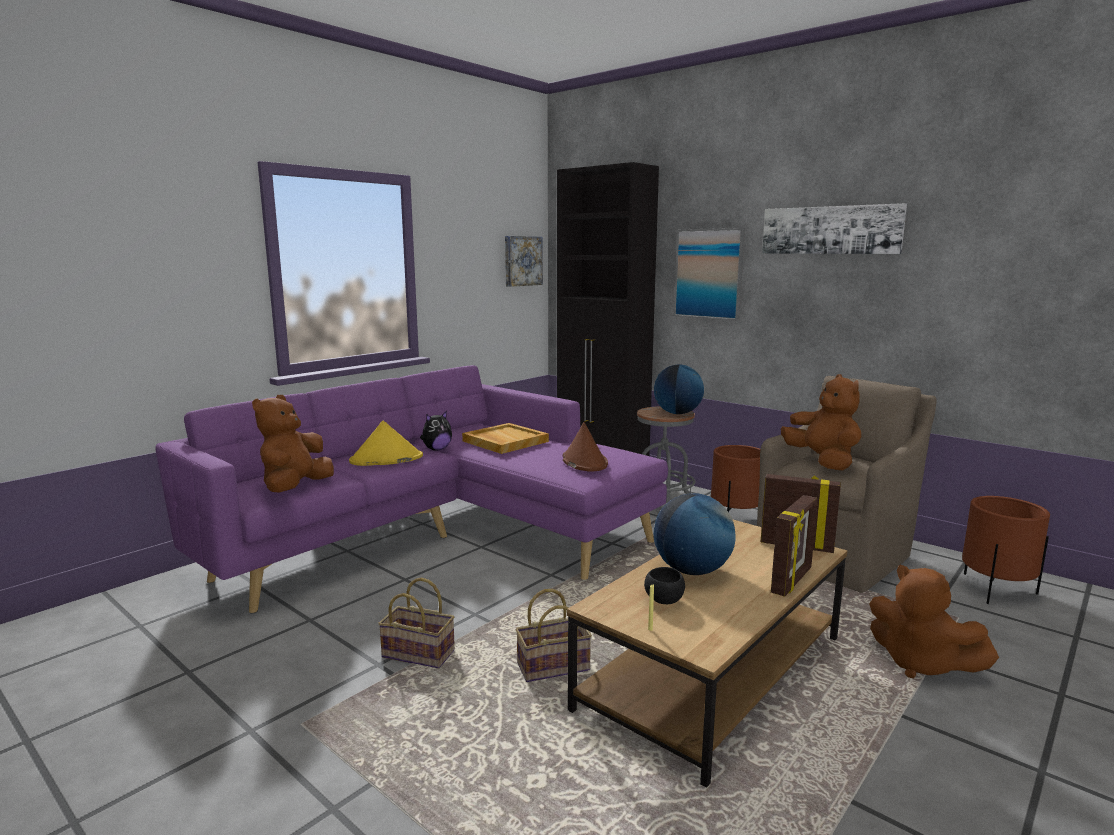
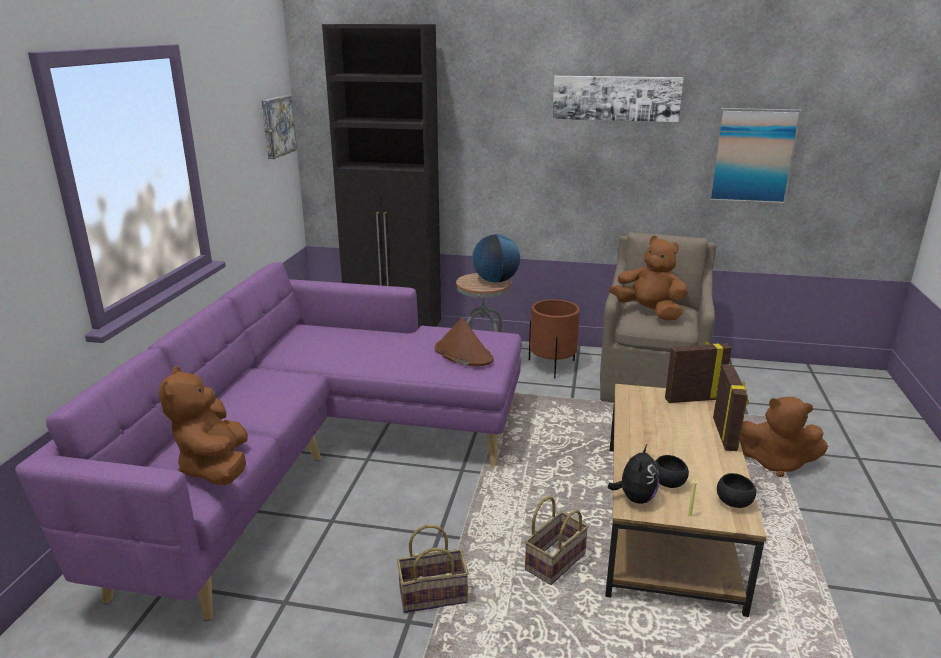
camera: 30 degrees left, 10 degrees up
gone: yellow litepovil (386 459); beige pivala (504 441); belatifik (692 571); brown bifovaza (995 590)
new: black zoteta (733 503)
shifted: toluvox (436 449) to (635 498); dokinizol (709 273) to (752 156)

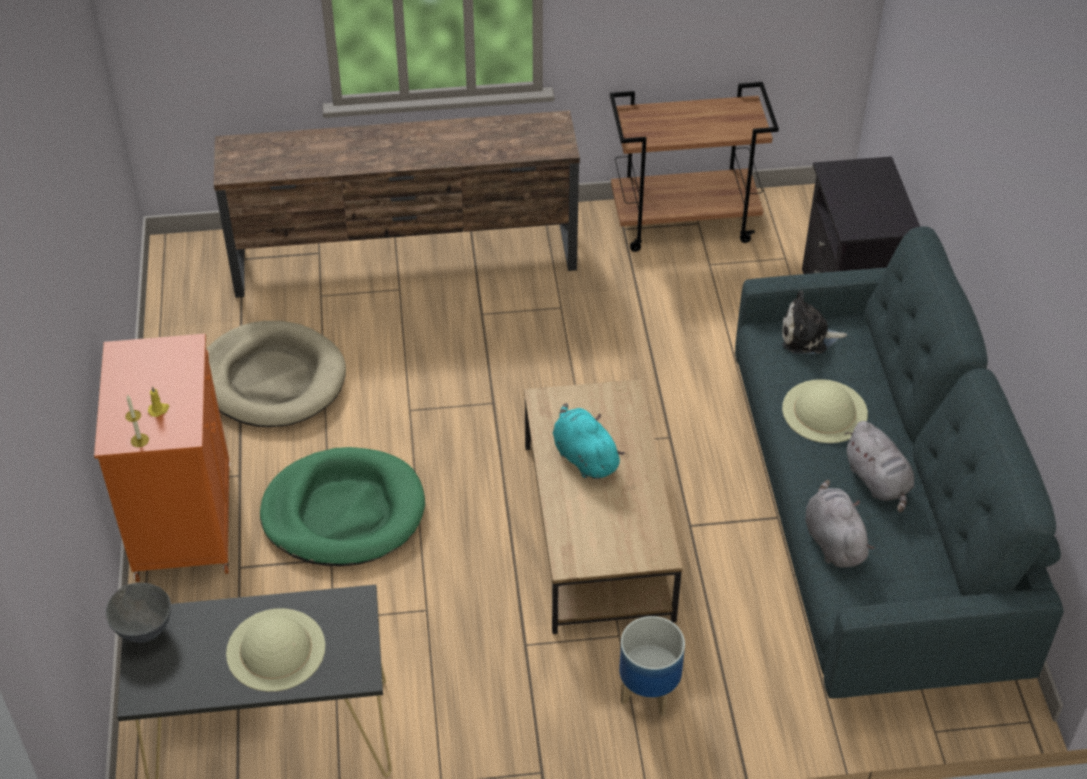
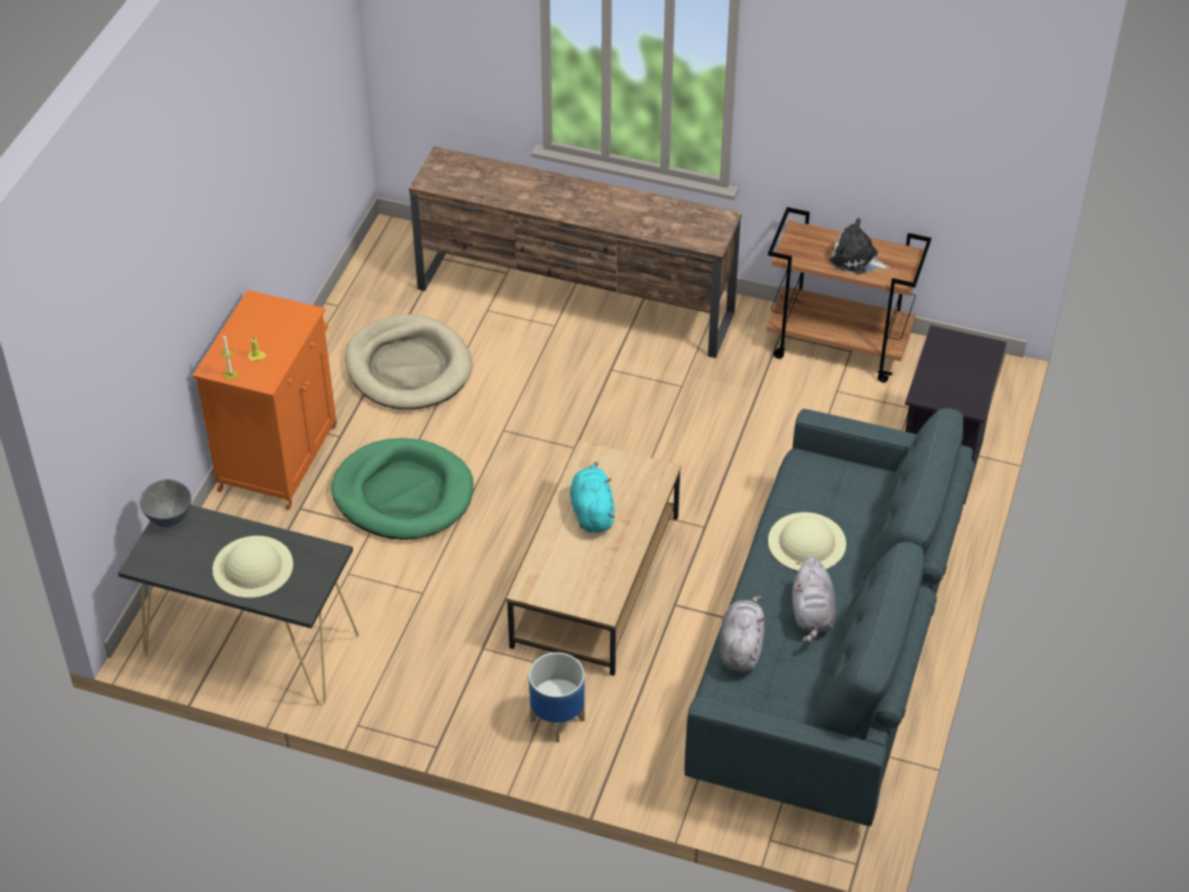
camera: 25 degrees right, 0 degrees up
shifted: toluvox (808 336) to (856 259)

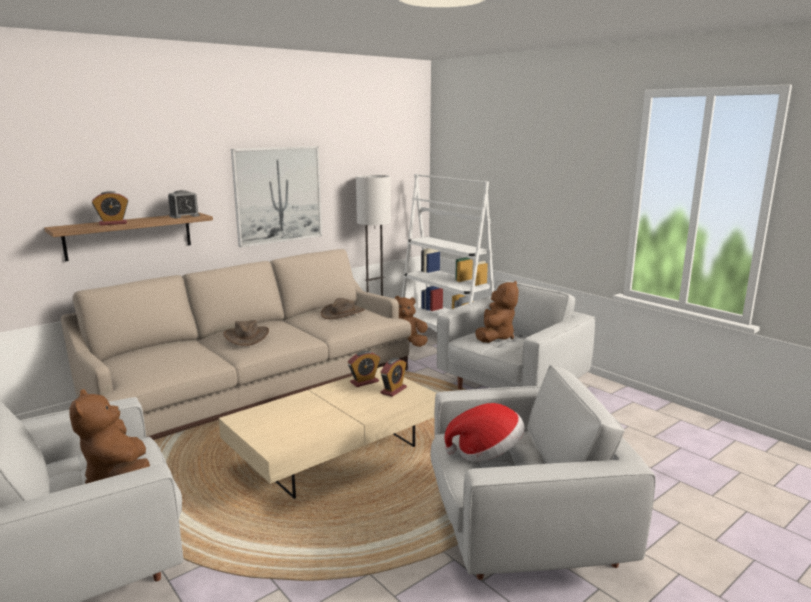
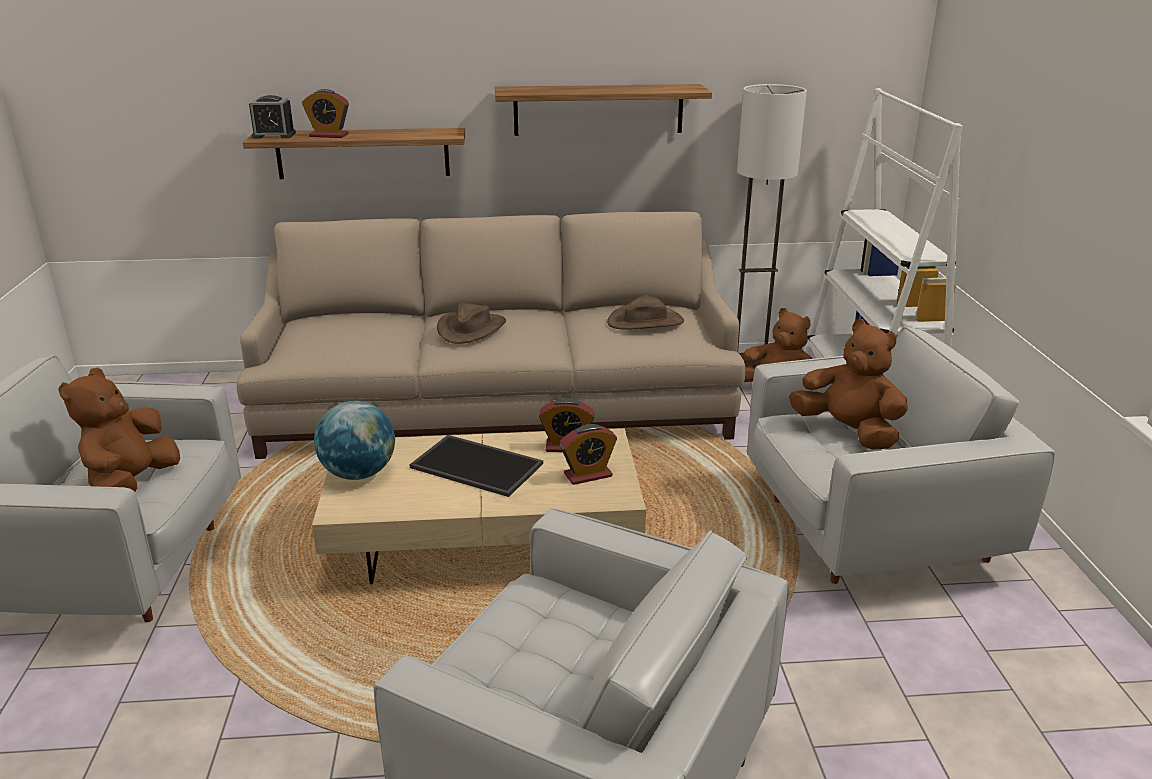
camera: 35 degrees right, 10 degrees up
gone: litepovil (486 453)
new: belatifik (359 473); pivala (478 465)
shifted: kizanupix (184 216) to (274 135)
swapped: dokinizol (278 195) to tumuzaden (598 109)
rotated: brown toluvox (495 337) = (848 432) 105 degrees counterclockwise

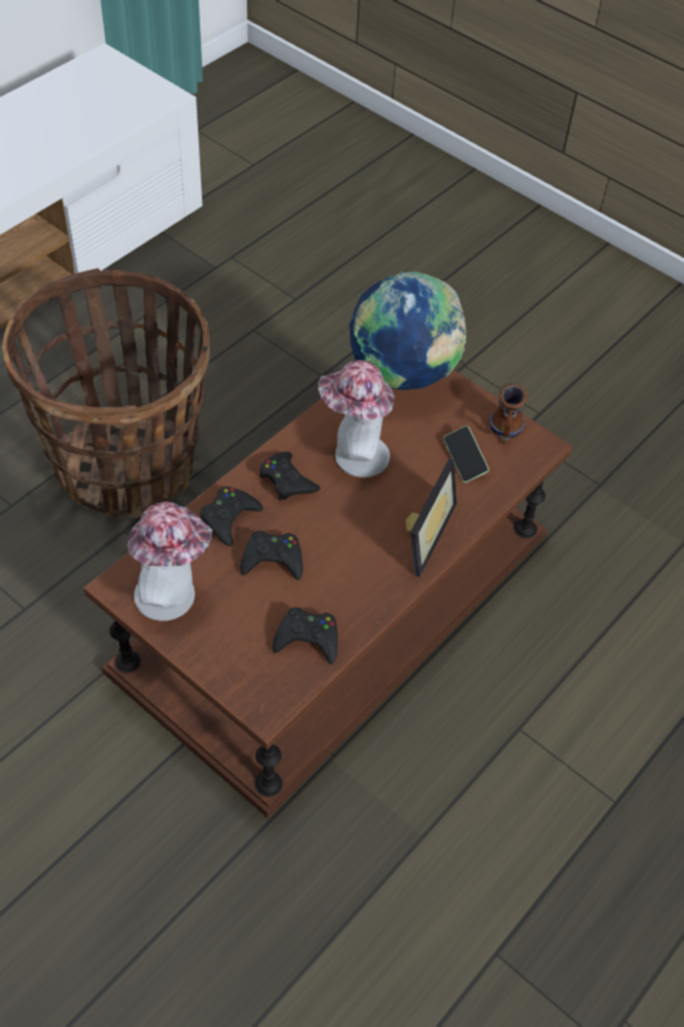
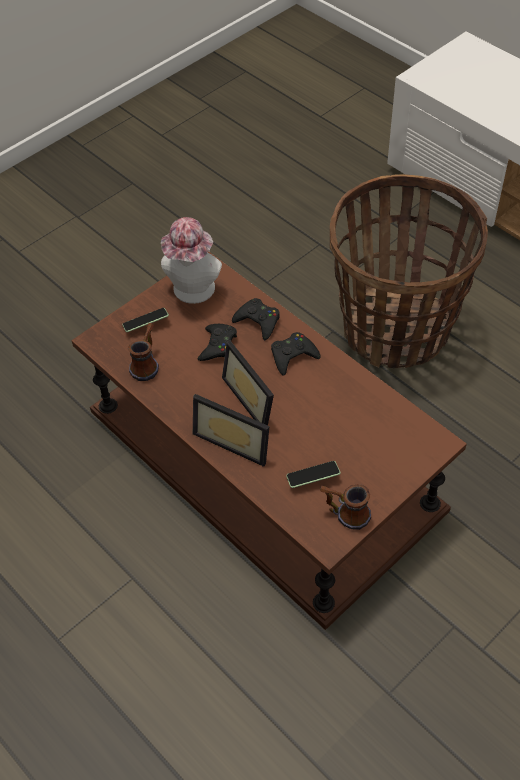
camera: 100 degrees right, 0 degrees up
gone: litepovil (354 455); belatifik (402 376)
new: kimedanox (146 324); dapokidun (255 398)
swapped: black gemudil (308 639) to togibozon (147 363)

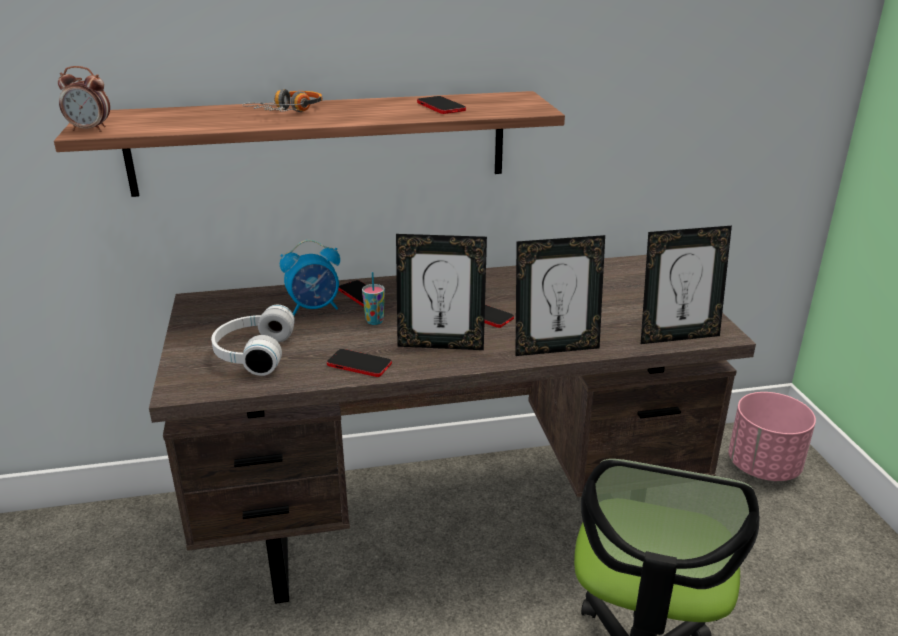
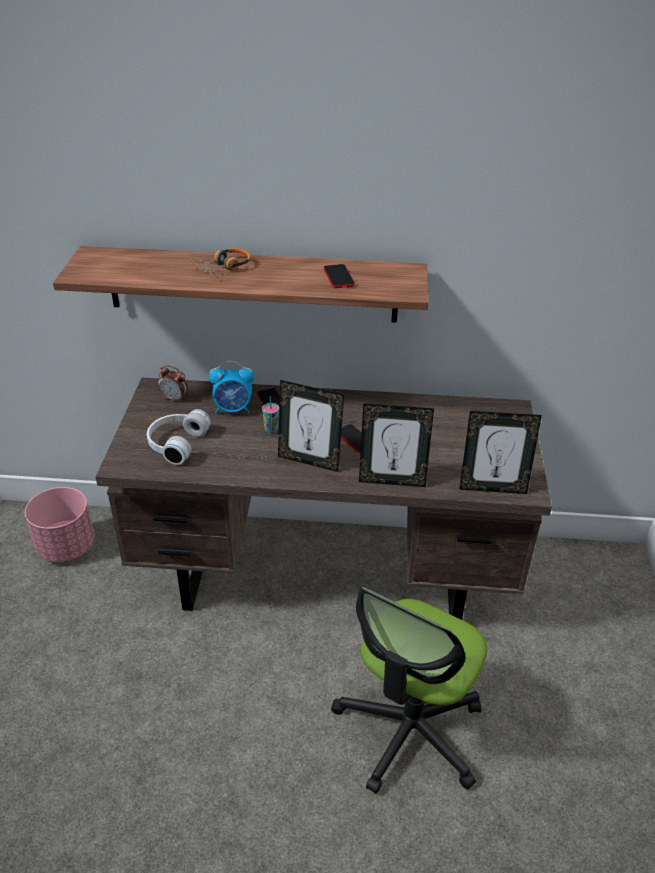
camera: 15 degrees right, 10 degrees up
gone: kimedanox (359 364)
shifted: kizanupix (90 130) to (174 398); pink bifovaza (762 466) to (66 546)

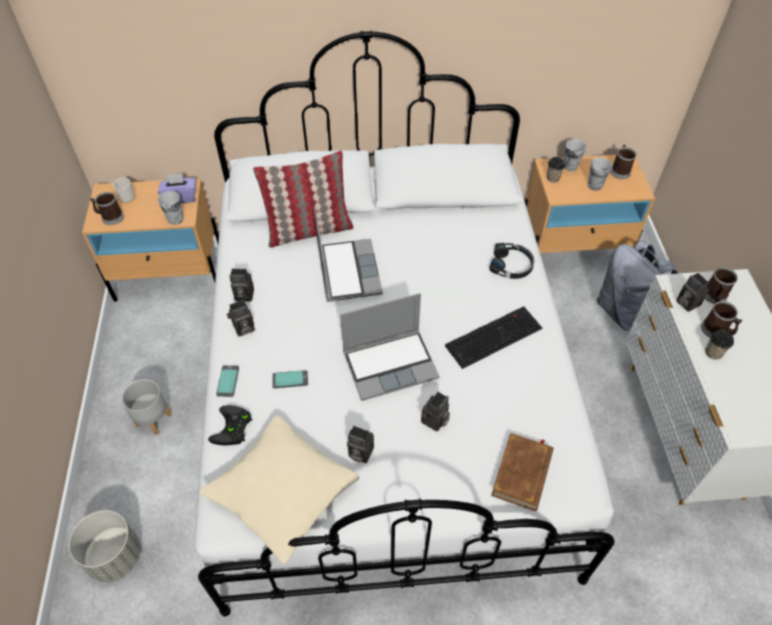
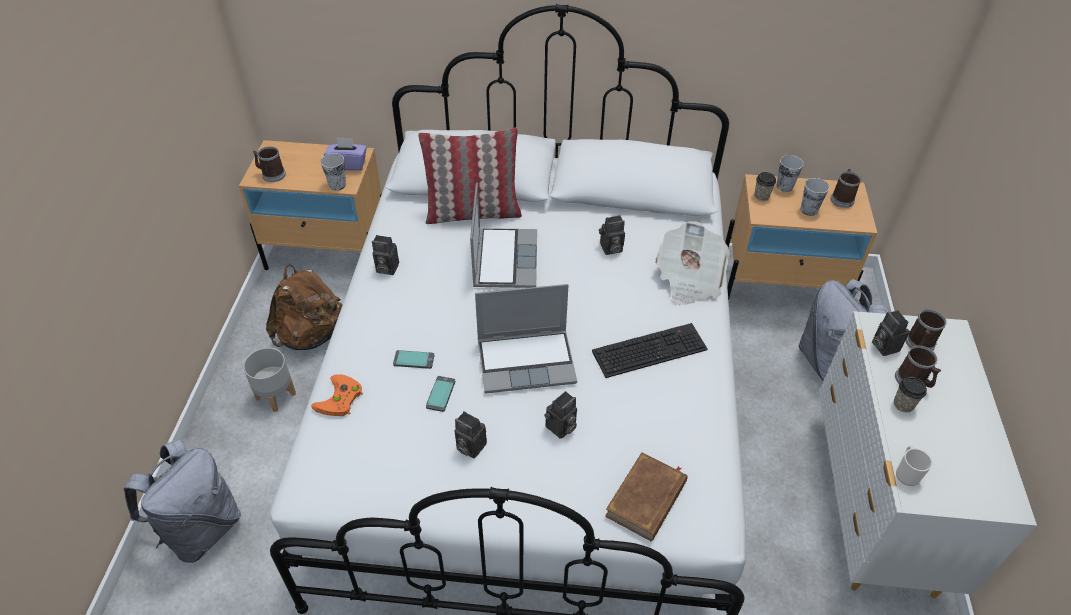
camera: 10 degrees right, 5 degrees down
gone: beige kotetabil (282 493)
new: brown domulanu (312 335)
shifted: togibozon (127 196) to (906 473); kimedanox (227 381) to (440 394); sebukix (243 329) to (610 249)
swapped: grey bifovaza (115 556) to grey domulanu (201 529); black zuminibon (511 265) to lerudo (688 279)
repainted: black gemudil (232 429) to orange gemudil (340 400)

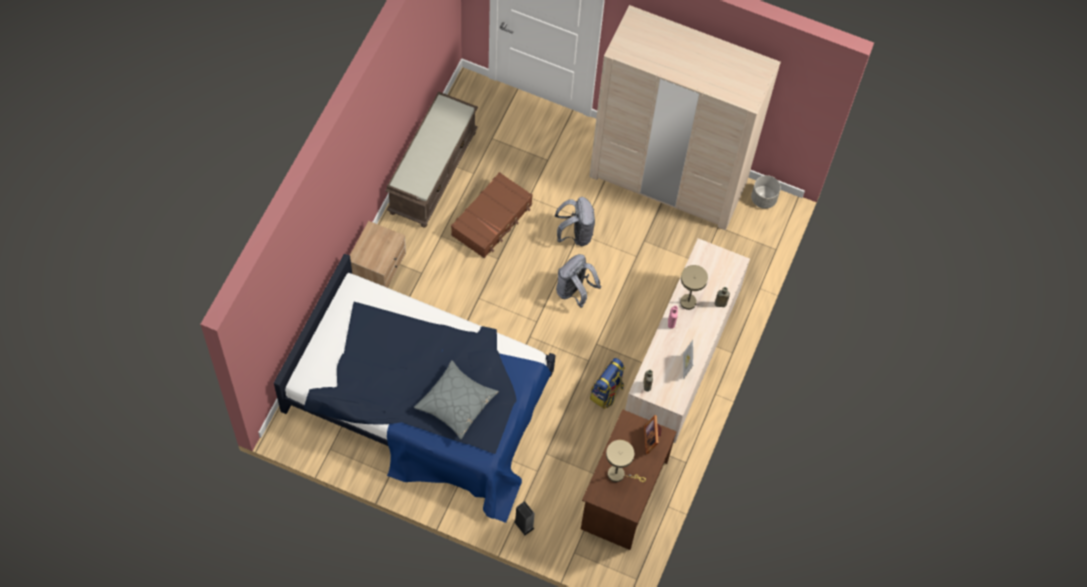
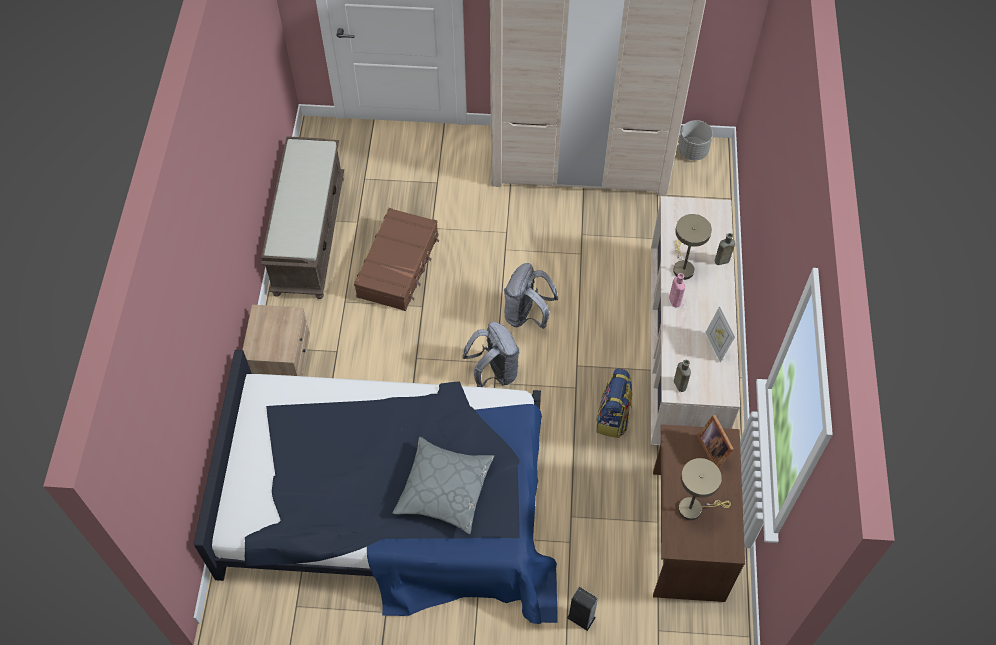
camera: 15 degrees left, 5 degrees down
shifted: grey domulanu (575 234) to (494 372)

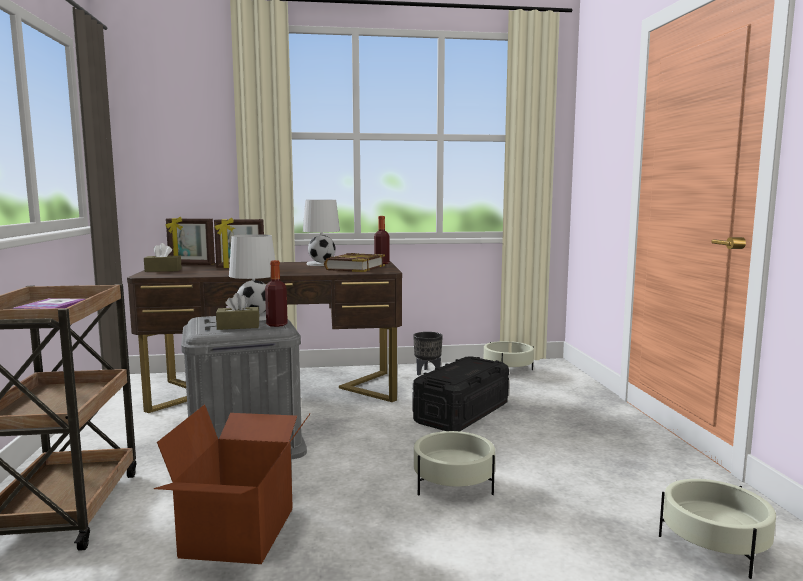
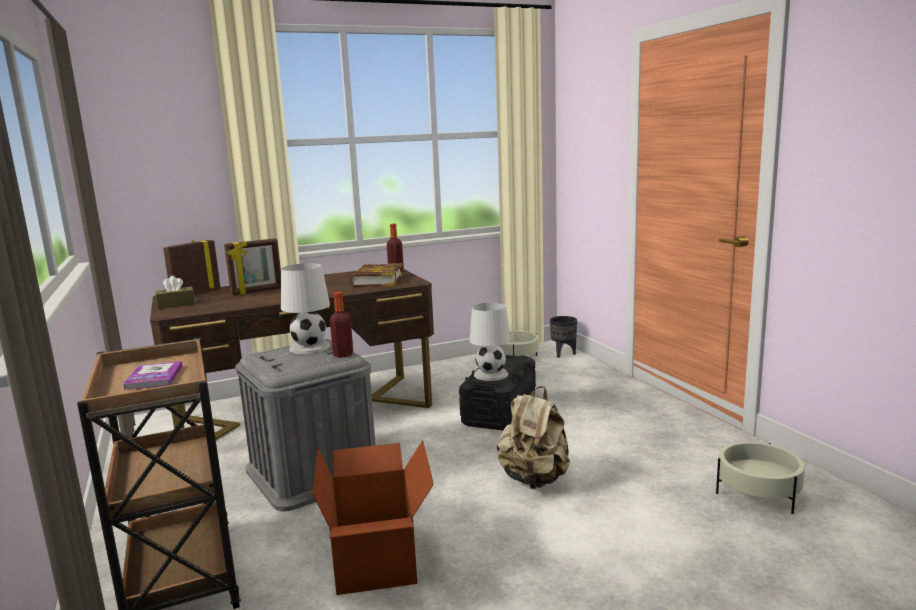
camera: 15 degrees left, 5 degrees up
gone: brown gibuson (238 326)
shifted: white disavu (322 264) to (491 374); black bifovaza (428 372) to (563 354)
swapped: beige bifovaza (453 484) to beige domulanu (535 479)
rotated: dapokidun (191 265) = (195 293) 135 degrees clockwise

